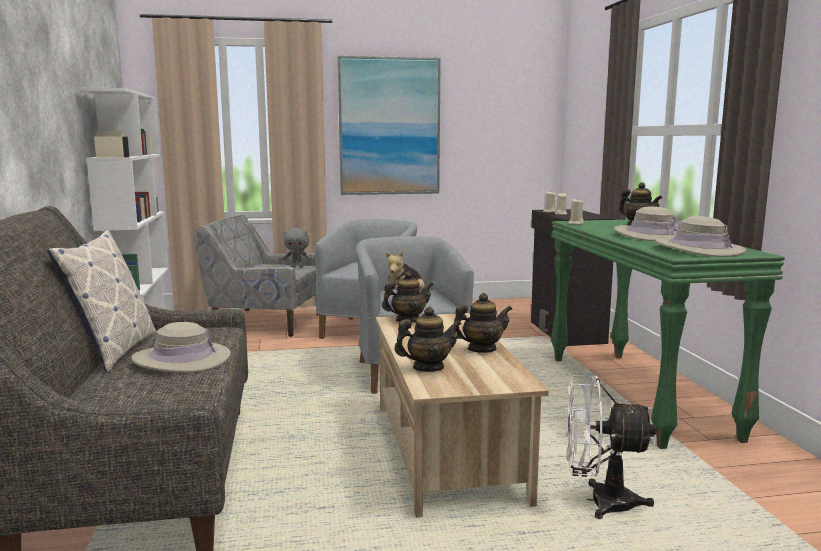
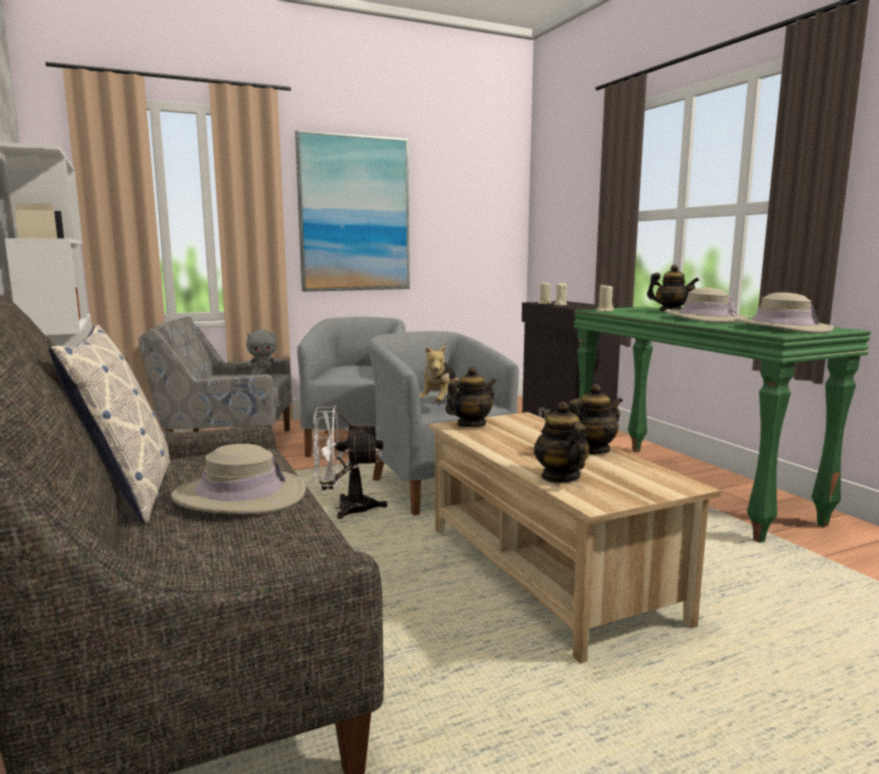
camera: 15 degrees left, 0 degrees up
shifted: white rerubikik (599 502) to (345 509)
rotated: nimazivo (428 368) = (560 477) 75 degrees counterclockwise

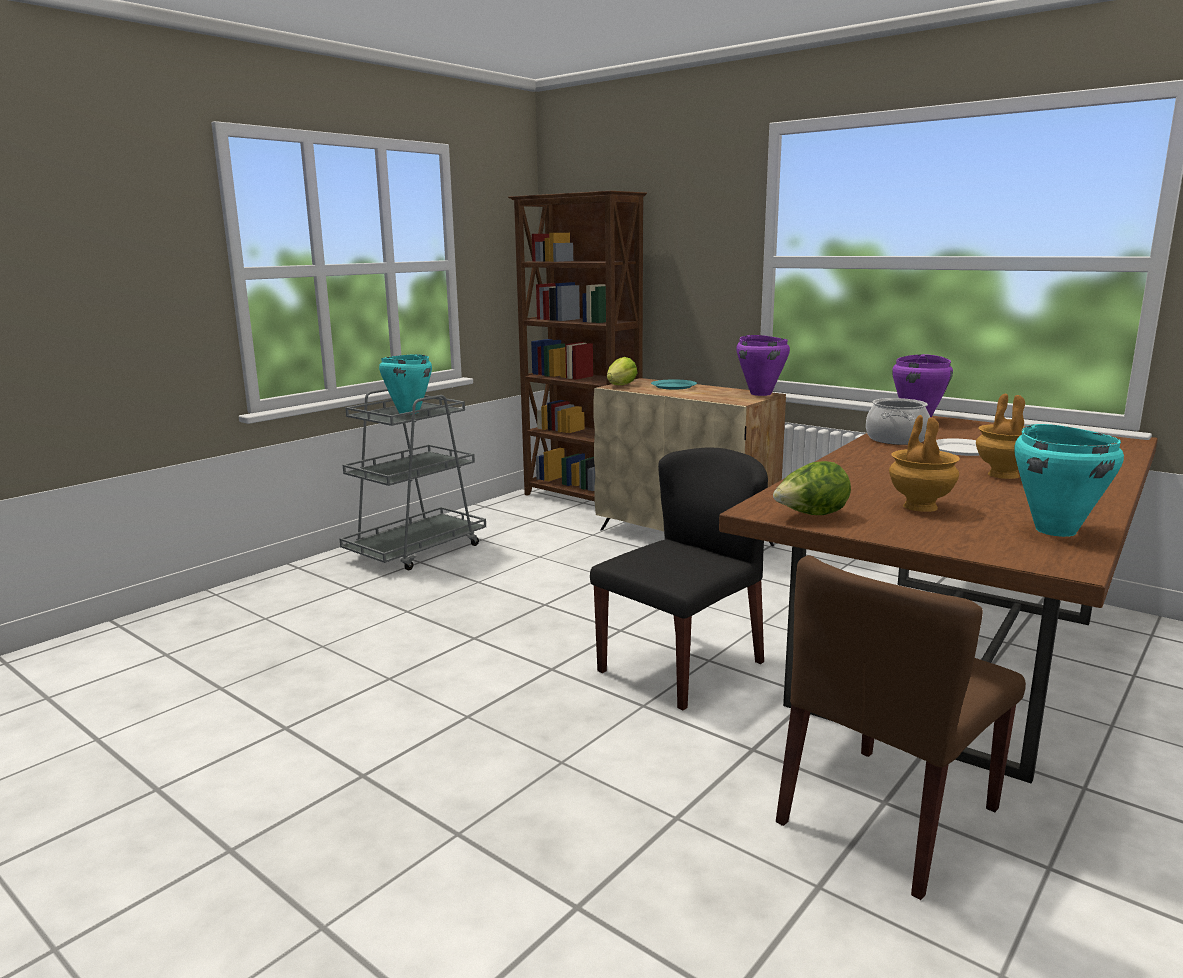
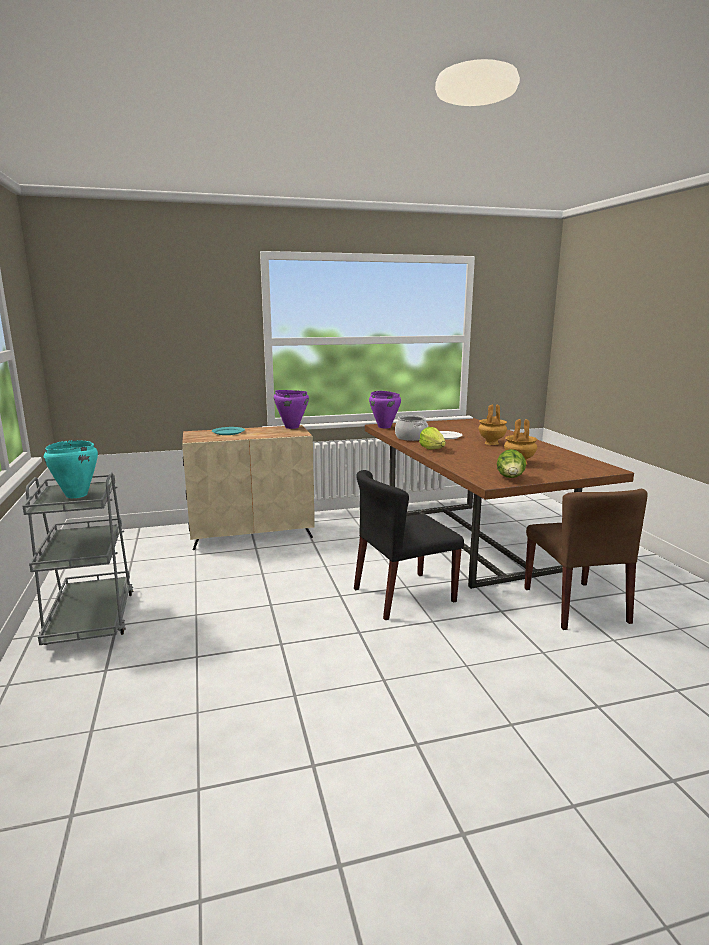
camera: 55 degrees left, 0 degrees up
gone: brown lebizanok (582 500); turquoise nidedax (1055 530)
shifted: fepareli (621 385) to (432 449)
rotated: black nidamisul (681 666) = (403 595) 105 degrees counterclockwise

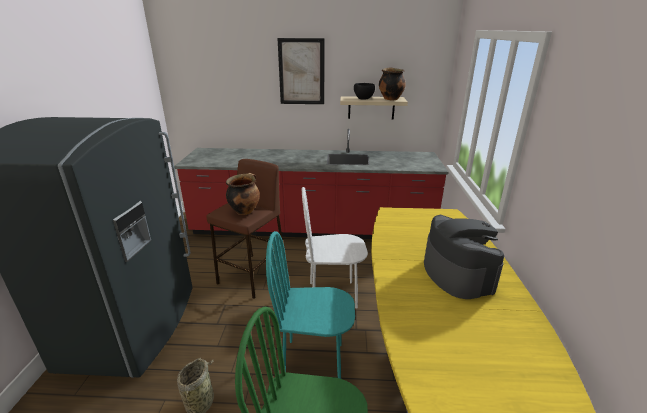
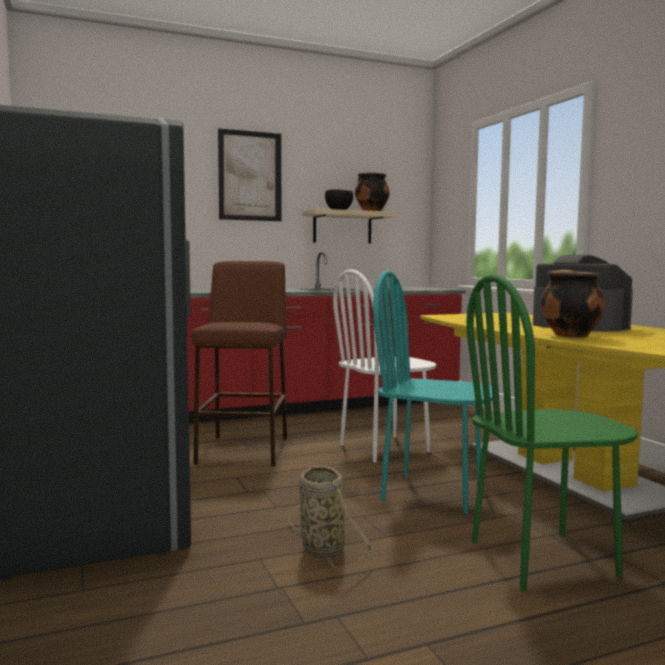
camera: 25 degrees left, 20 degrees down
shifted: nidedax (244 211) to (569 336)
rotated: turquoise nidamisul (313 362) = (432 493) 45 degrees clockwise

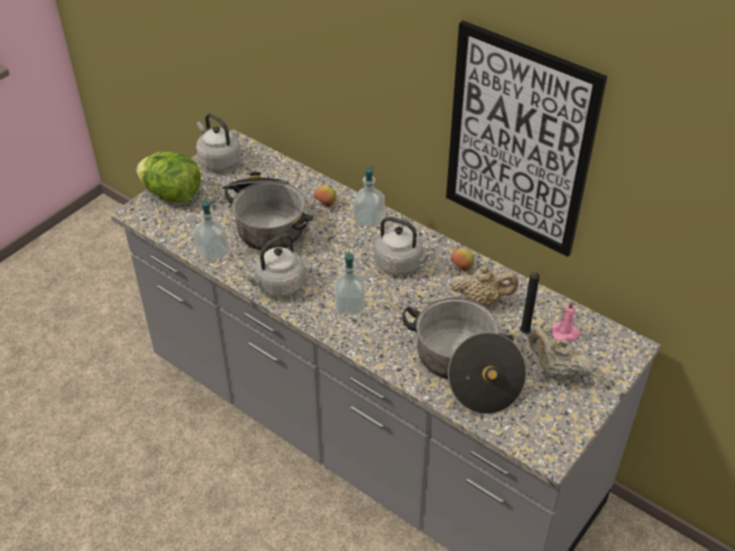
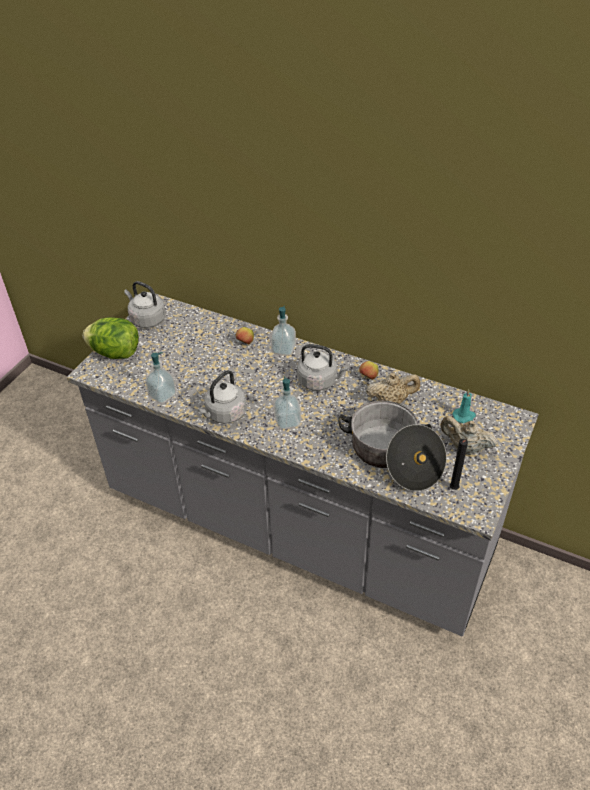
camera: 10 degrees left, 0 degrees up
gone: nidedax (266 221); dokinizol (519 142)
shifted: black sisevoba (524 333) to (453 489)
repainted: pink sisevoba (566 333) to turquoise sisevoba (464 416)

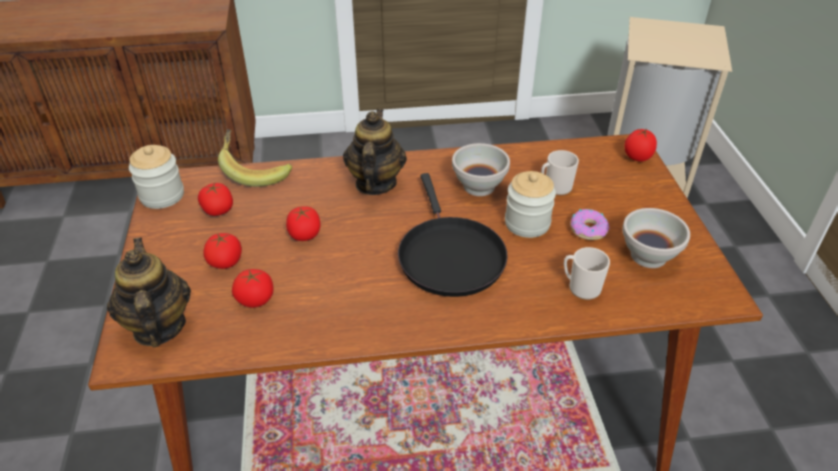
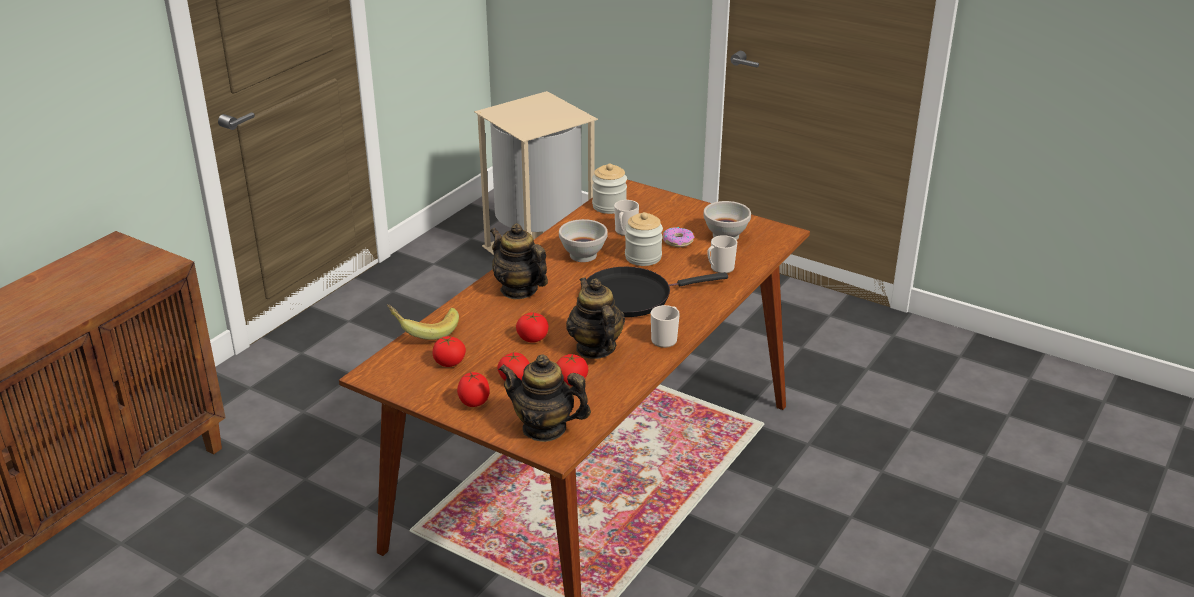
camera: 50 degrees left, 10 degrees down
new: nimazivo (595 348); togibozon (665 339)
shifted: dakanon (162 195) to (609 206); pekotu (637 158) to (473 403)
rotated: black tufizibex (449 256) = (632 296) 135 degrees clockwise

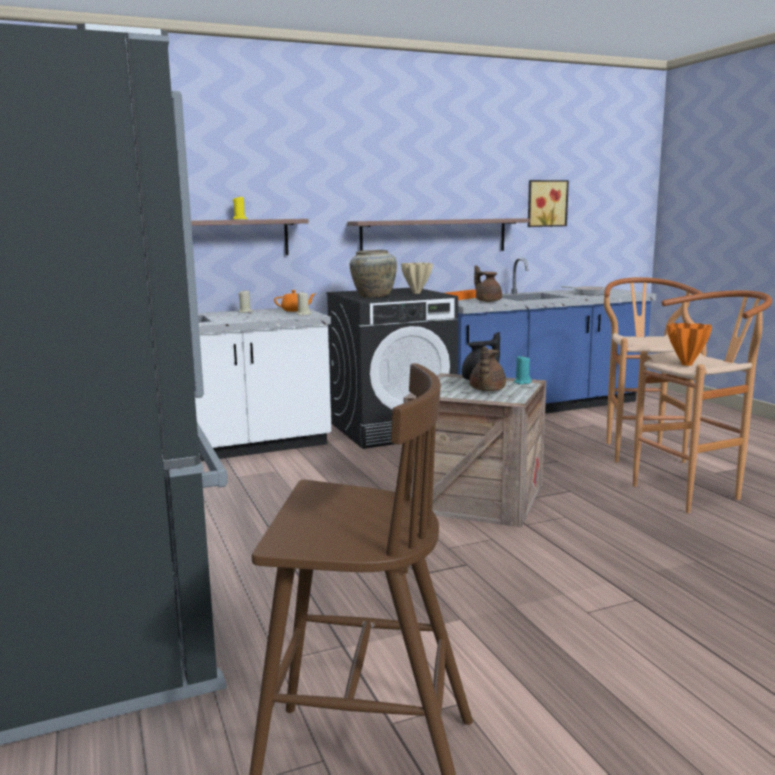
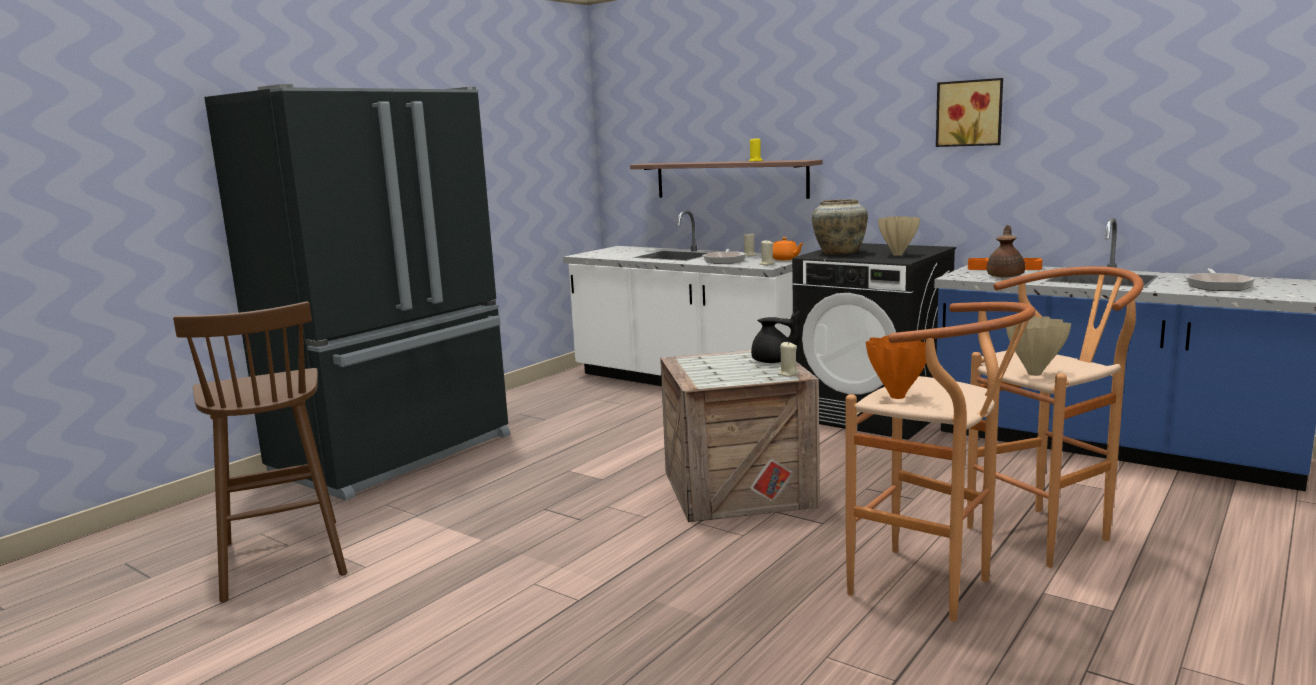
camera: 60 degrees right, 0 degrees up
gone: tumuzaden (434 236); brown nimazivo (486 390)
new: tufizibex (724 260); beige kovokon (1035 373)
shifted: dokinizol (546 203) to (970 113)
repainted: turquoise sisevoba (522 382) to beige sisevoba (788 374)

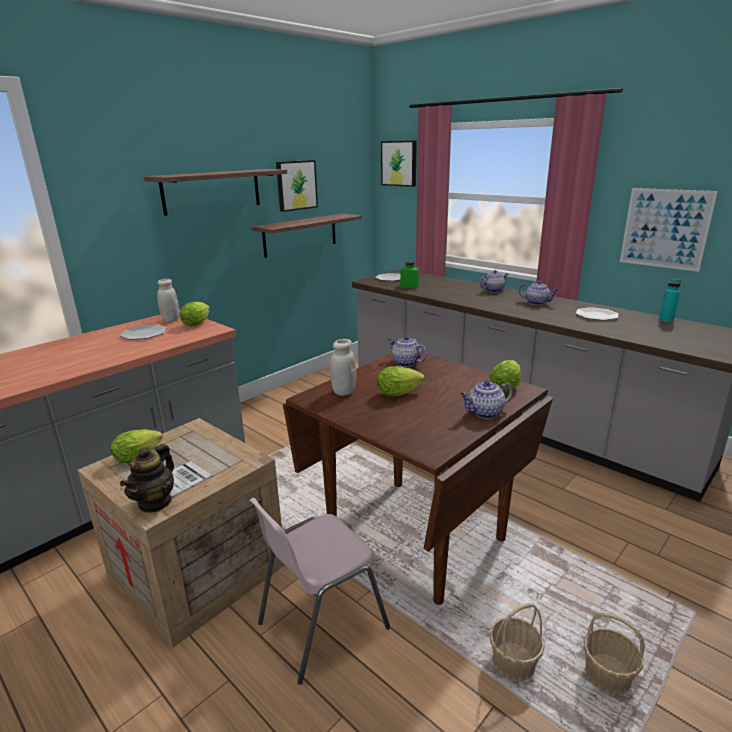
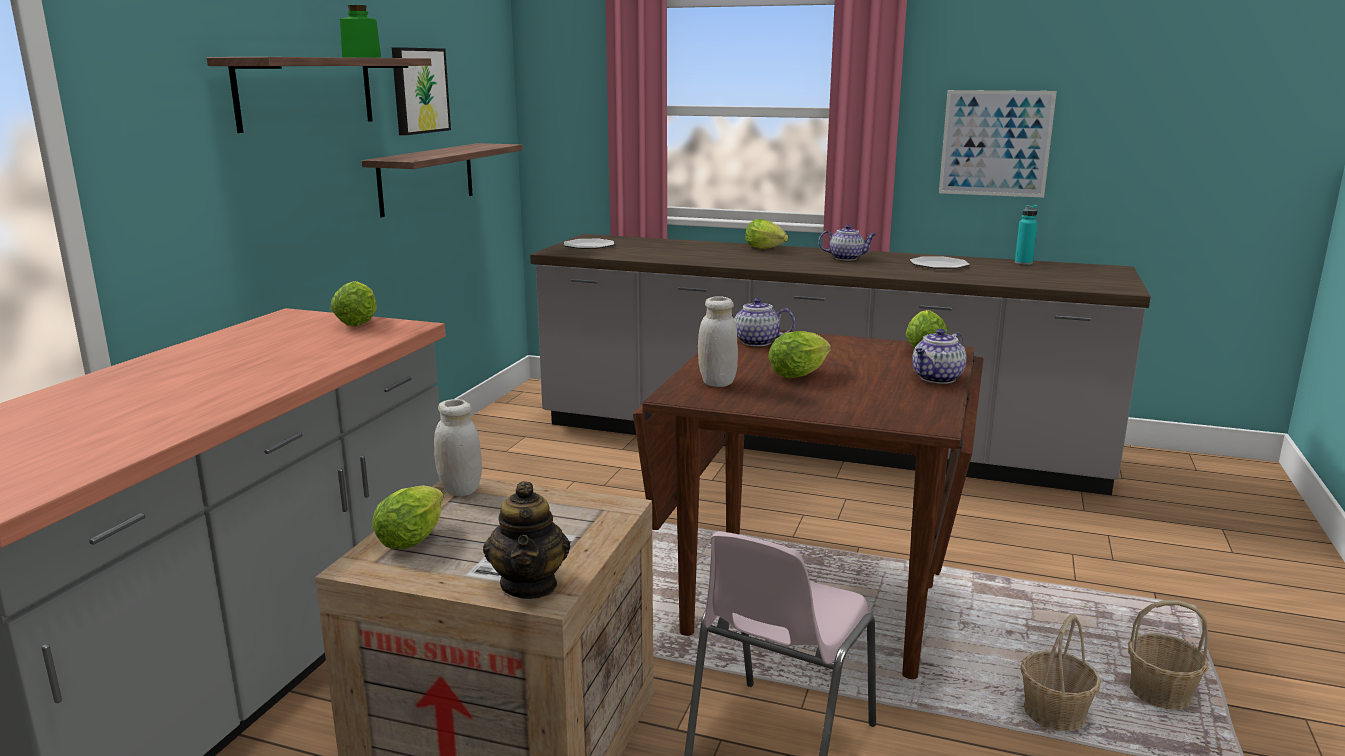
camera: 25 degrees left, 5 degrees down
gone: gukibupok (144 333); dokinizol (399 163)
shifted: white dakanon (171 320) to (460 490); green dakanon (409 286) to (362 57)
swapped: nimazivo (493 290) to fepareli (767 249)

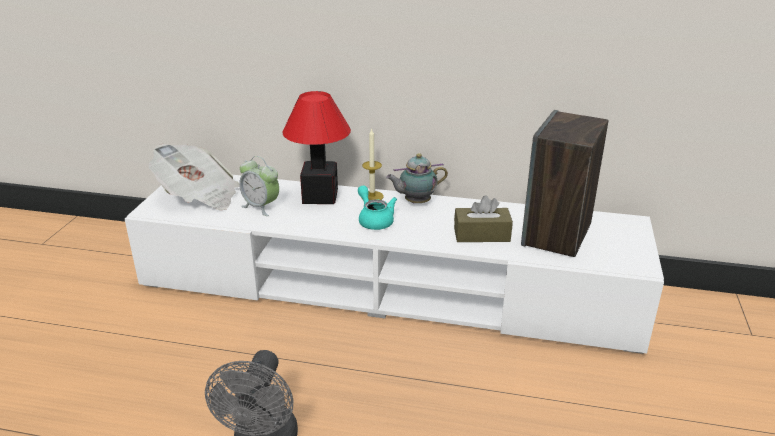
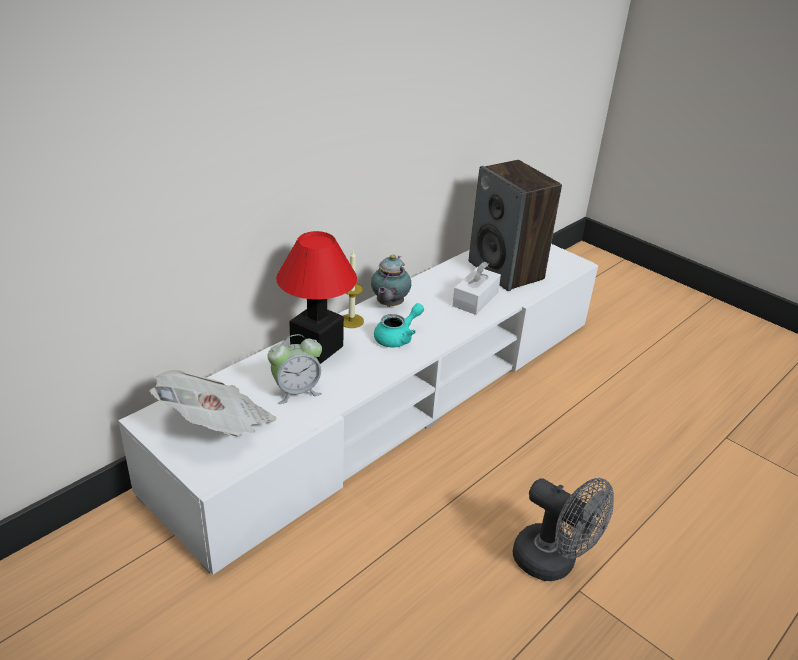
camera: 60 degrees left, 5 degrees up
repainted: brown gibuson (481 235) to white gibuson (475 299)
rotated: turquoise nimazivo (374 220) = (398 337) 135 degrees clockwise

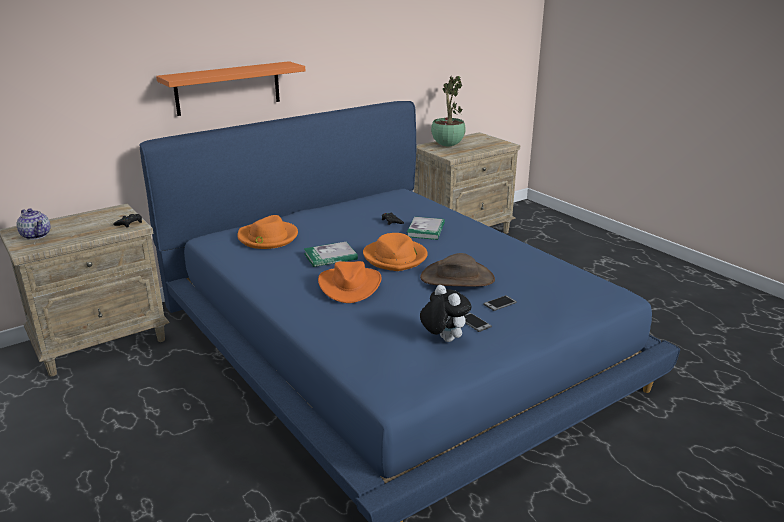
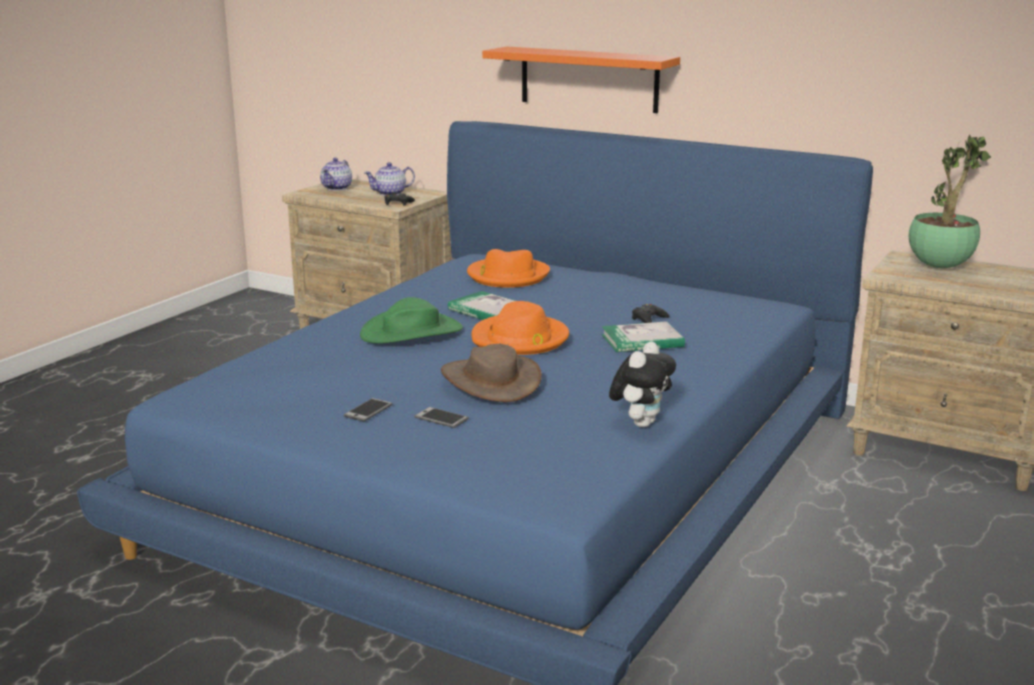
camera: 65 degrees right, 5 degrees down
new: nimazivo (390 193)
shifted: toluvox (443 339) to (641 423)
repainted: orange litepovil (349 285) to green litepovil (412 332)

